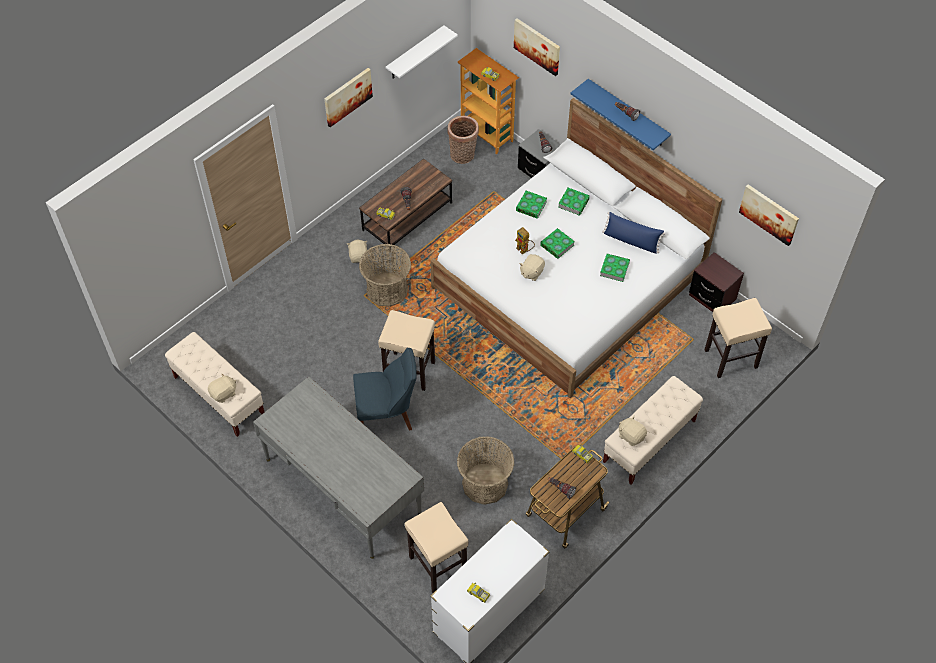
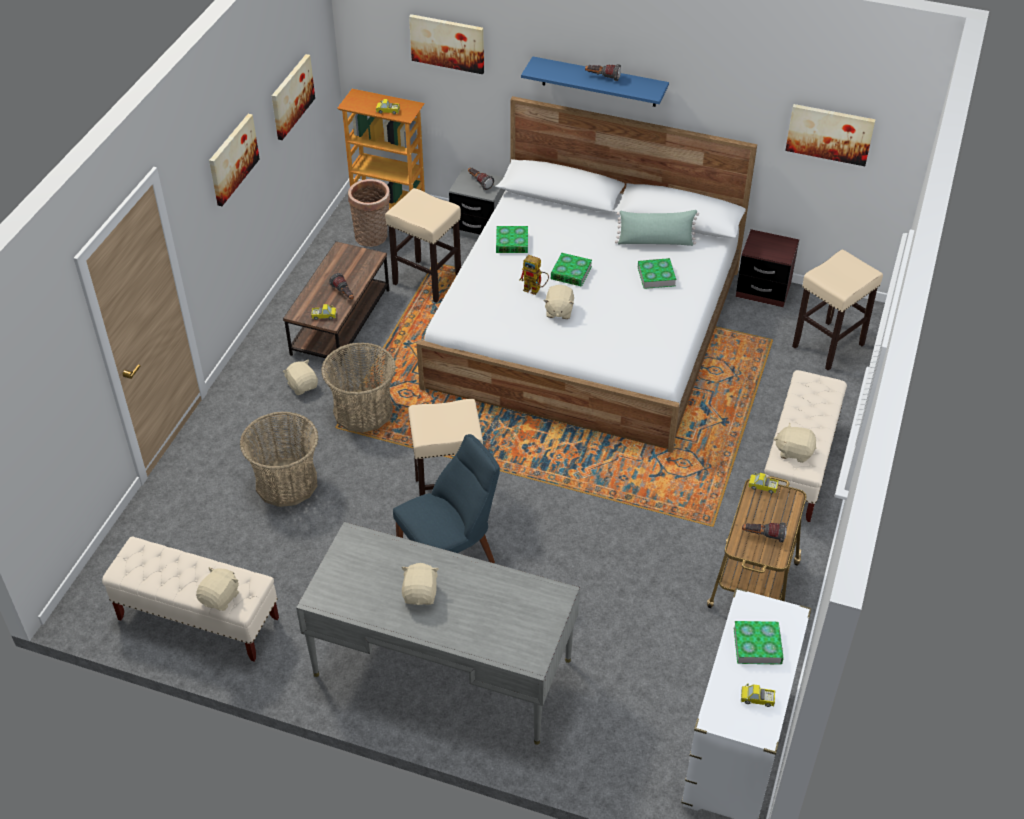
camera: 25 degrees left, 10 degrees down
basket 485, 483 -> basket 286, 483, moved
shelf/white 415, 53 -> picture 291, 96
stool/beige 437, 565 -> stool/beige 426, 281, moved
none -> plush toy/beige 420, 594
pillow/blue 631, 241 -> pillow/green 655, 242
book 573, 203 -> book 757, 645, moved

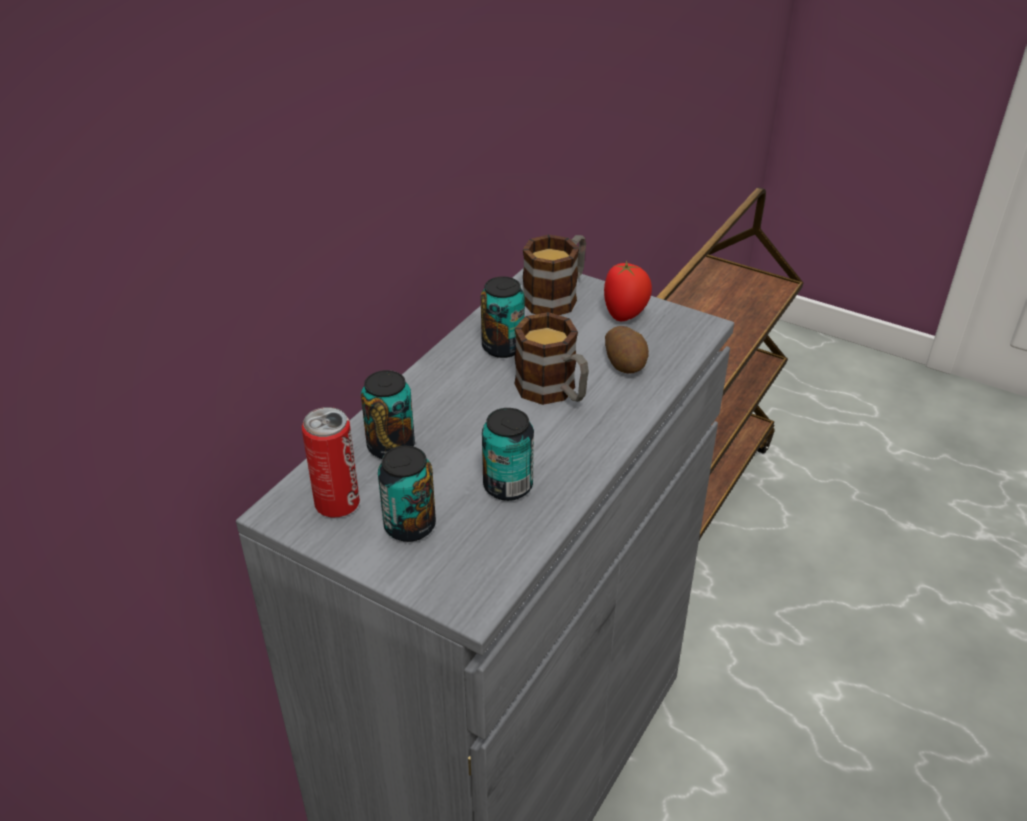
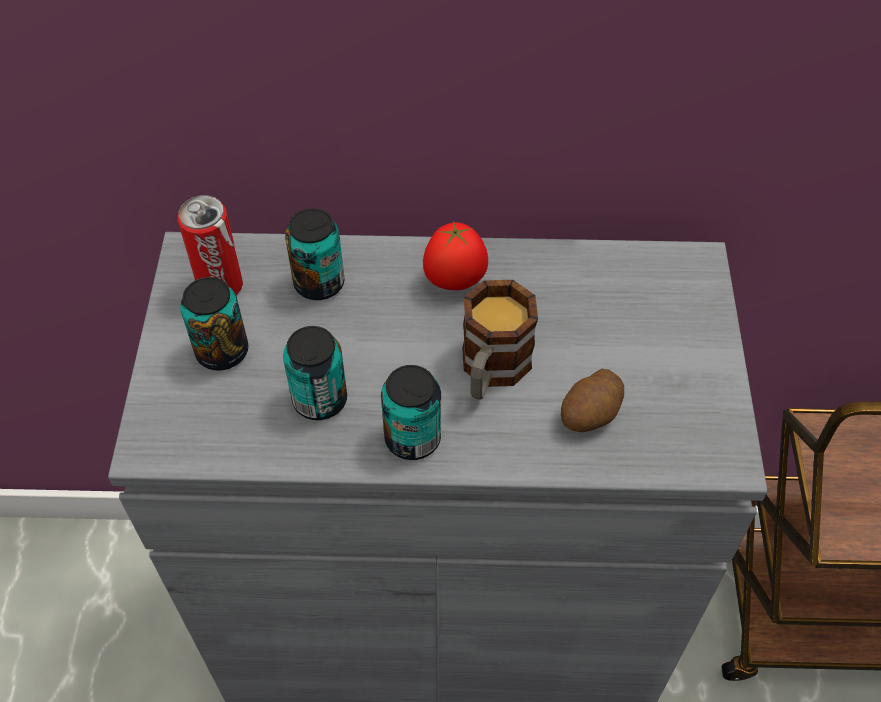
camera: 60 degrees right, 15 degrees up
can 503, 347 -> can 412, 438, moved
tomato 625, 315 -> tomato 455, 281, moved
mug 557, 296 -> none

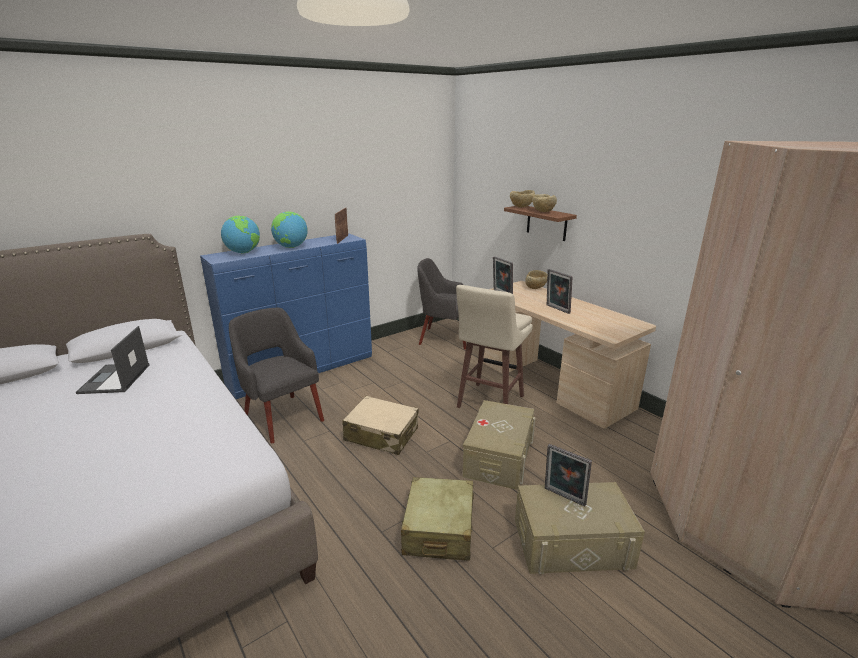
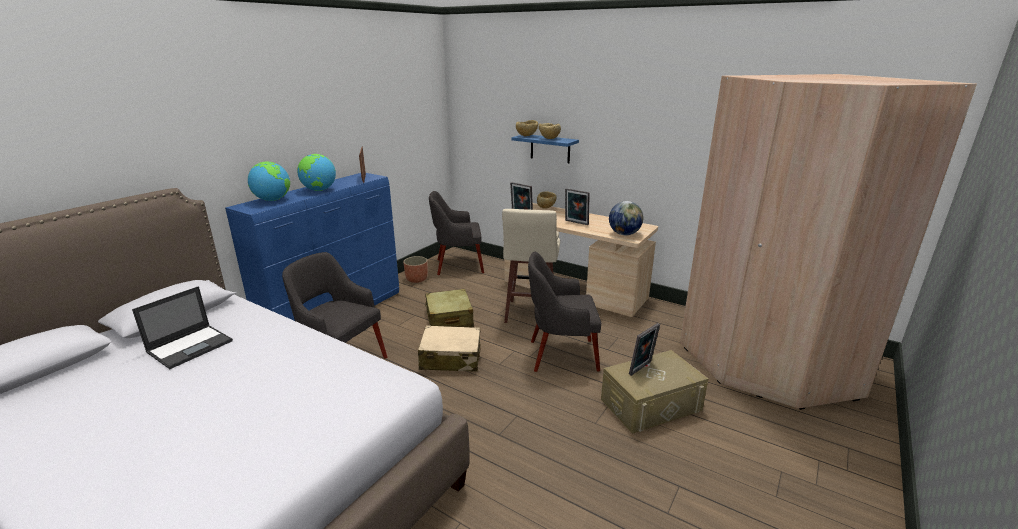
camera: 20 degrees left, 0 degrees up
laptop 115, 379 -> laptop 191, 346, 120 degrees counterclockwise
none -> planter 417, 279
suitcase/beige 439, 529 -> suitcase/beige 449, 319, moved
shelf/brown 546, 223 -> shelf/blue 550, 148
storage box/beige 498, 457 -> armchair/grey 561, 355
none -> globe 624, 234
picture frame 563, 498 -> picture frame 642, 369, 60 degrees counterclockwise

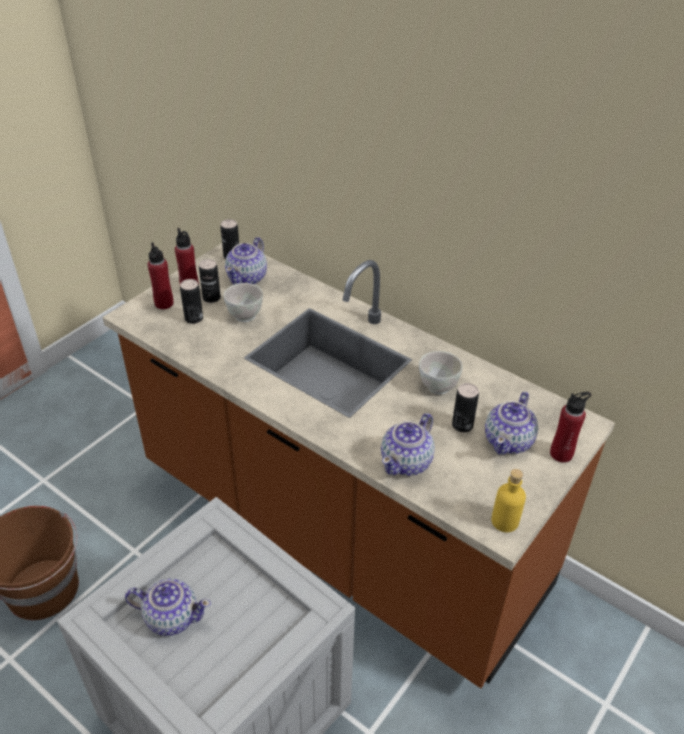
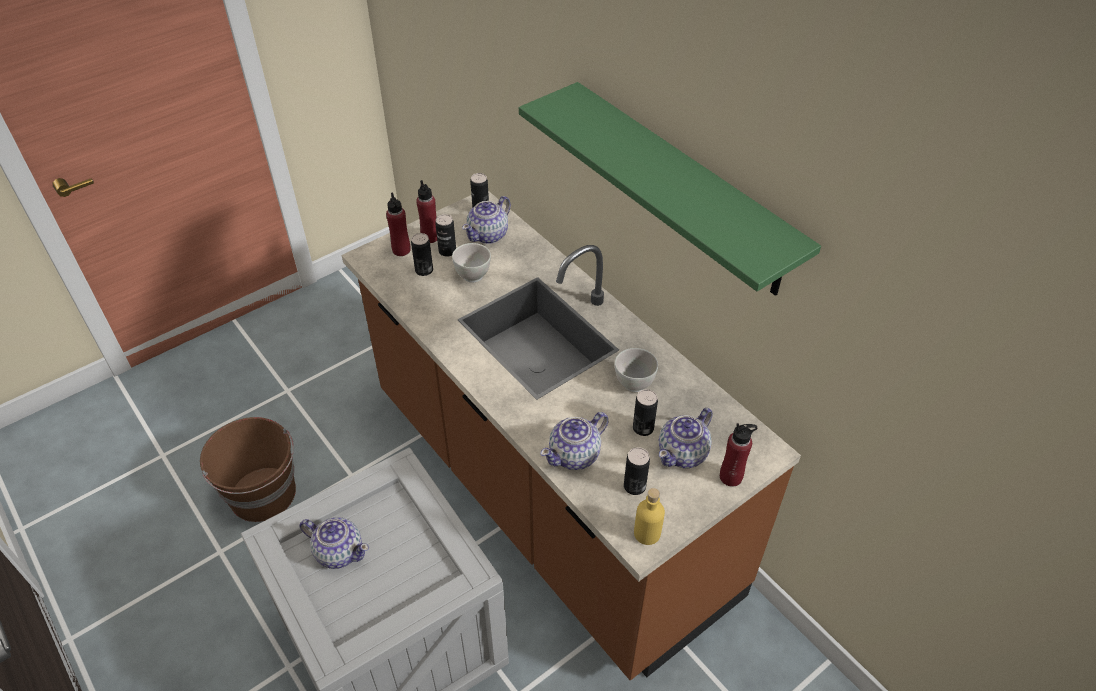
camera: 15 degrees right, 5 degrees up
none -> shelf/green 682, 189
none -> can 634, 486

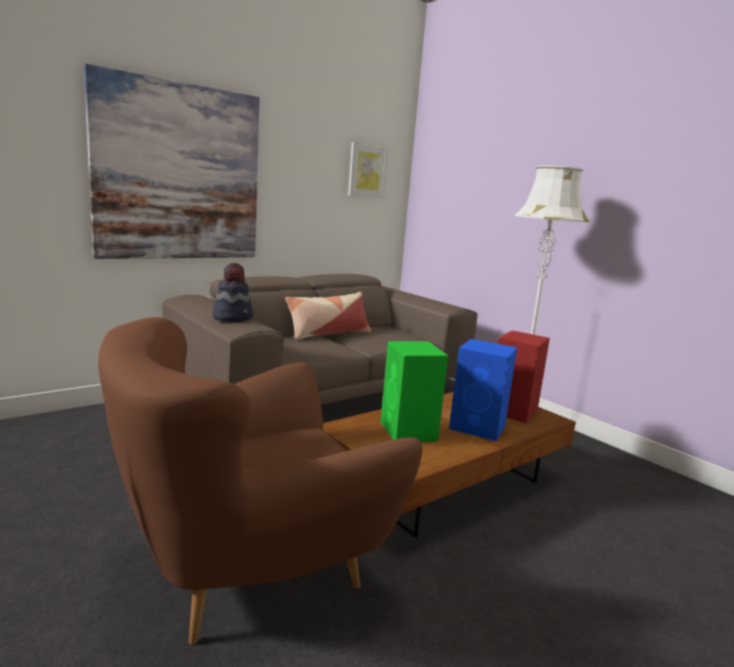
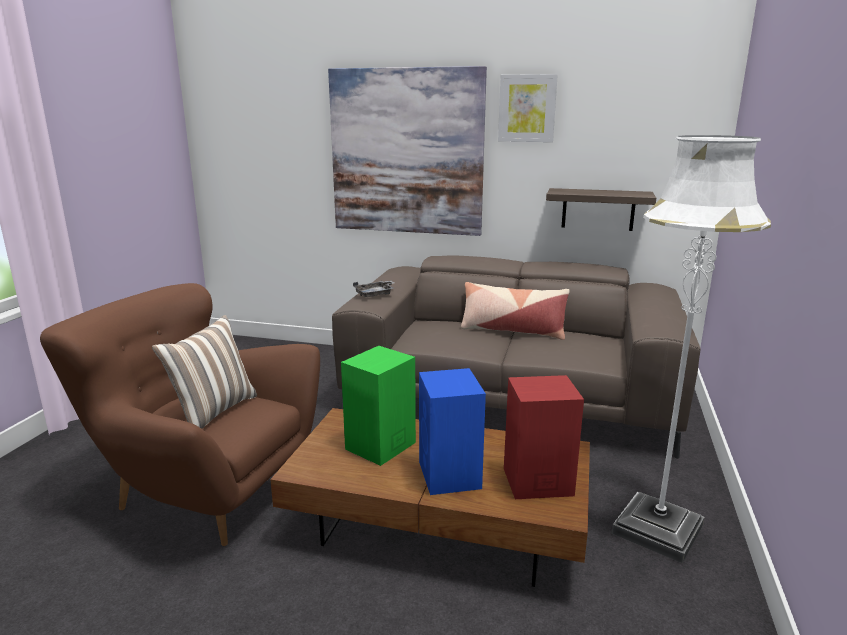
camera: 55 degrees right, 5 degrees up
none -> pillow 213, 412
hat 233, 317 -> tray/grey 375, 294
picture 366, 171 -> picture 527, 108, moved
none -> shelf 598, 209

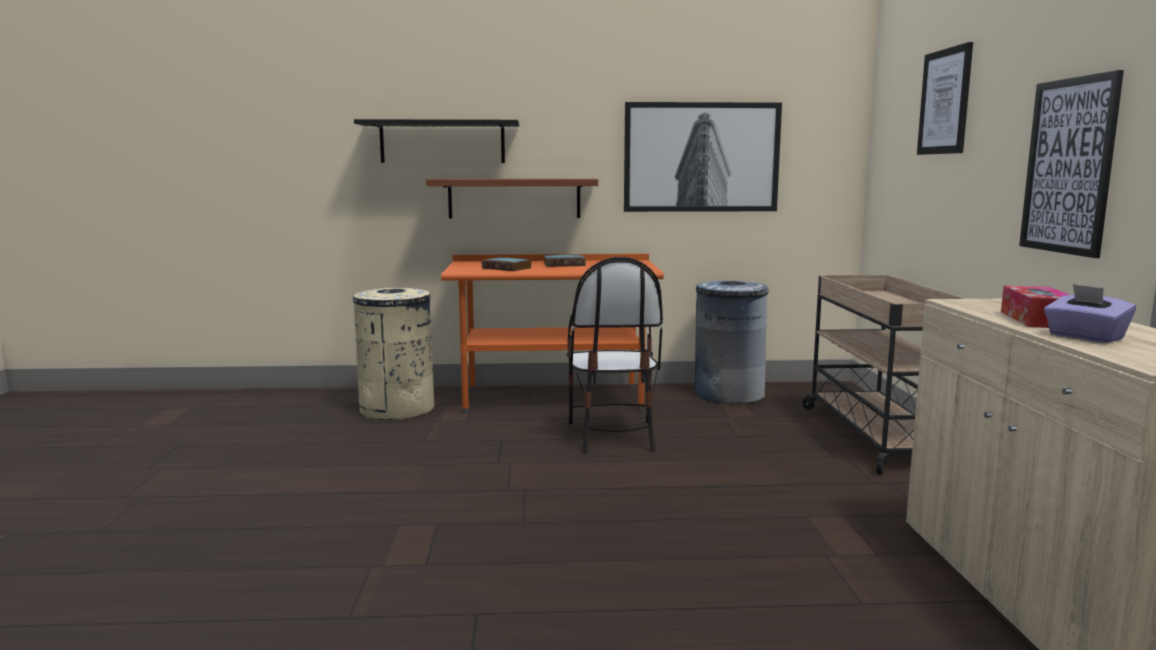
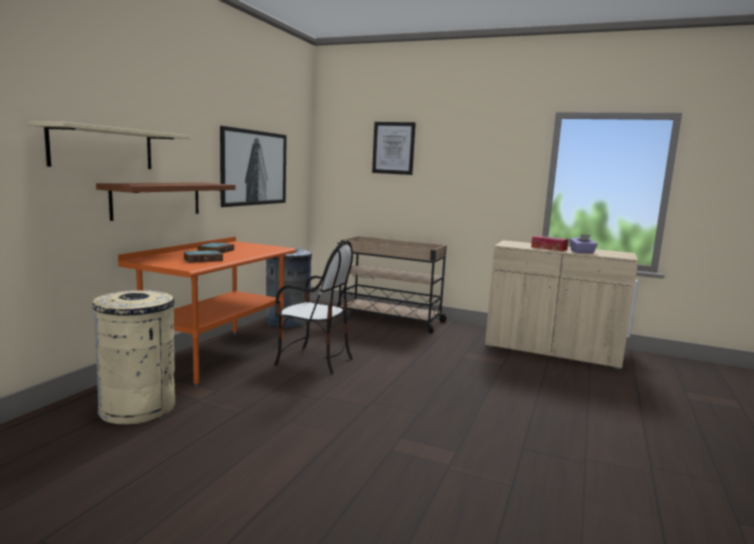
camera: 65 degrees left, 0 degrees up
shelf/black 442, 142 -> shelf/beige 103, 148
picture 1069, 166 -> none

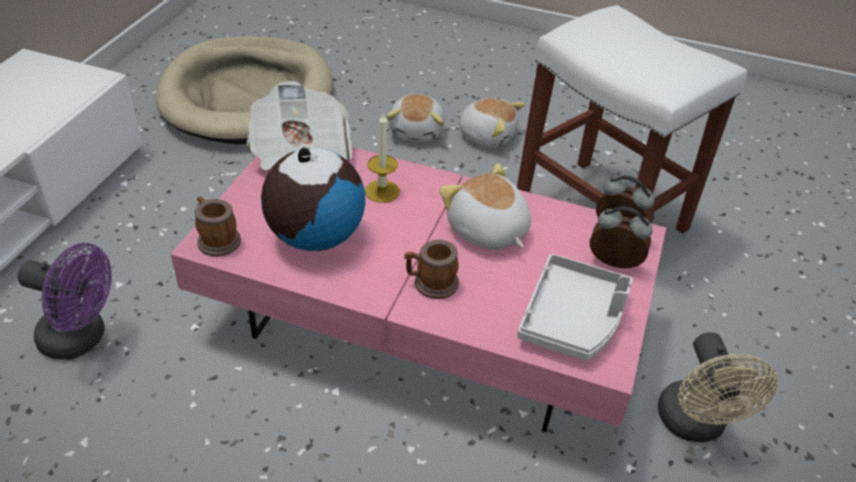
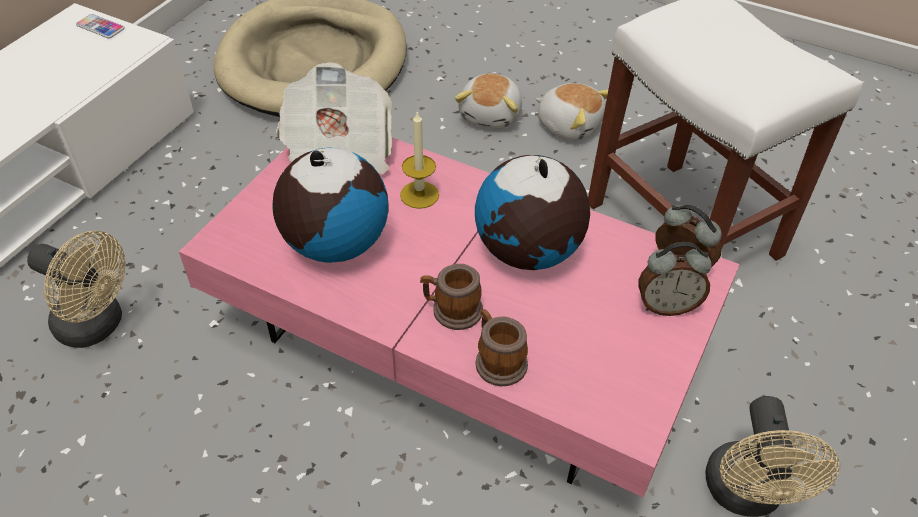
camera: 10 degrees right, 5 degrees up
fan/purple 82, 338 -> fan/beige 98, 326
none -> phone 100, 27
plush toy 487, 231 -> globe 527, 252
mug 216, 239 -> mug 497, 360, moved
alarm clock 613, 264 -> alarm clock 666, 305, 150 degrees clockwise
tray/grey 573, 319 -> none

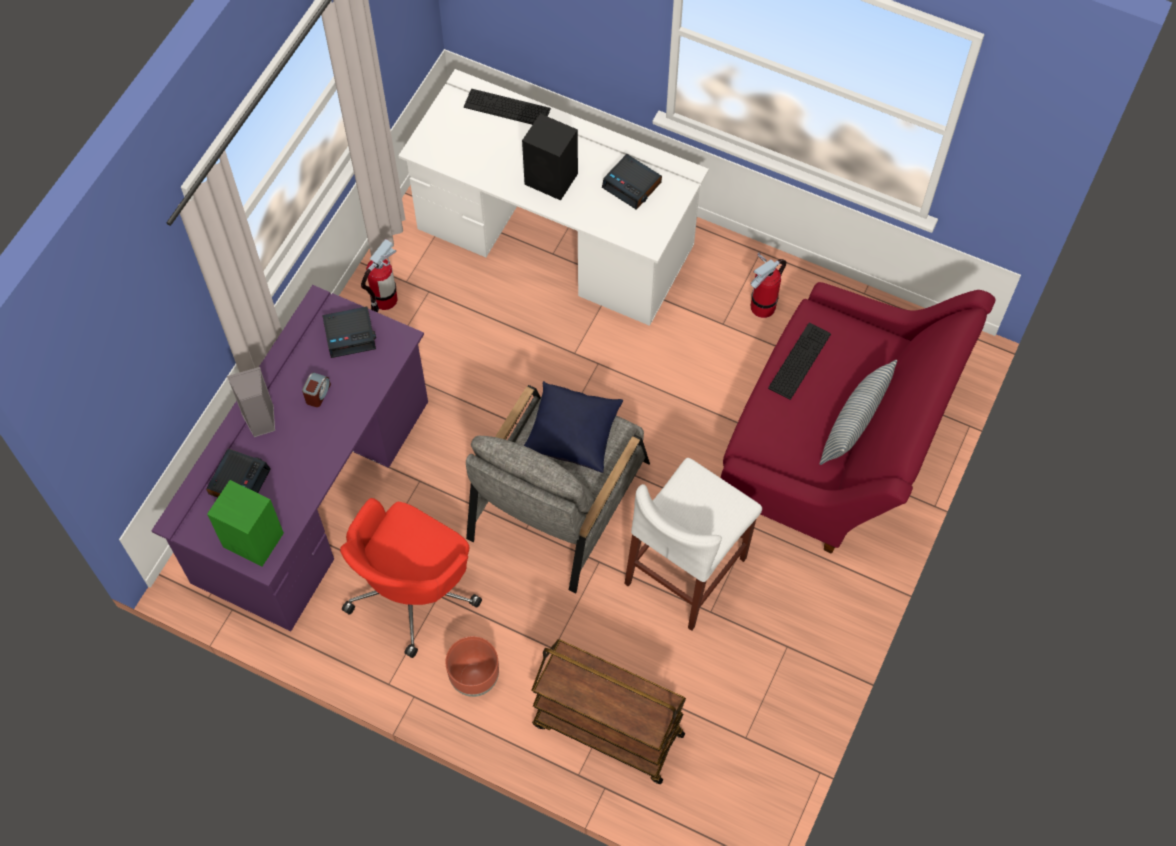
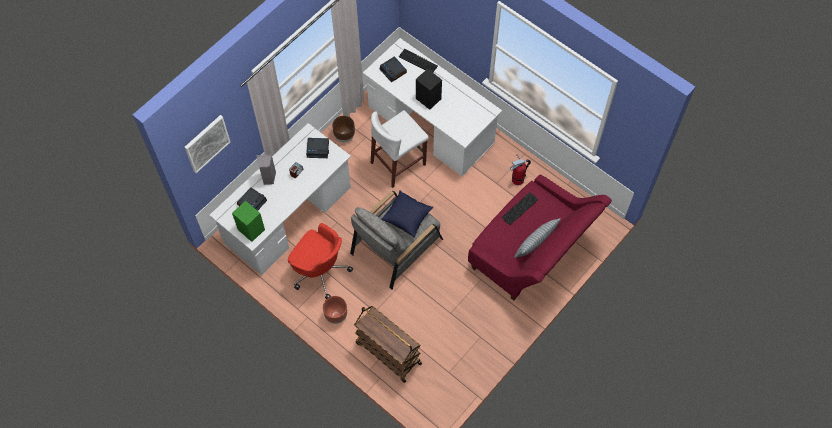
camera: 15 degrees right, 0 degrees up
none -> picture 206, 143
desk/purple 312, 491 -> desk/white 288, 215
office chair/red 413, 591 -> office chair/red 320, 270, 105 degrees counterclockwise
fire extinguisher 384, 299 -> planter/brown 344, 136
stool/white 686, 571 -> stool/white 398, 163, moved
alarm clock 632, 185 -> alarm clock 393, 71, moved

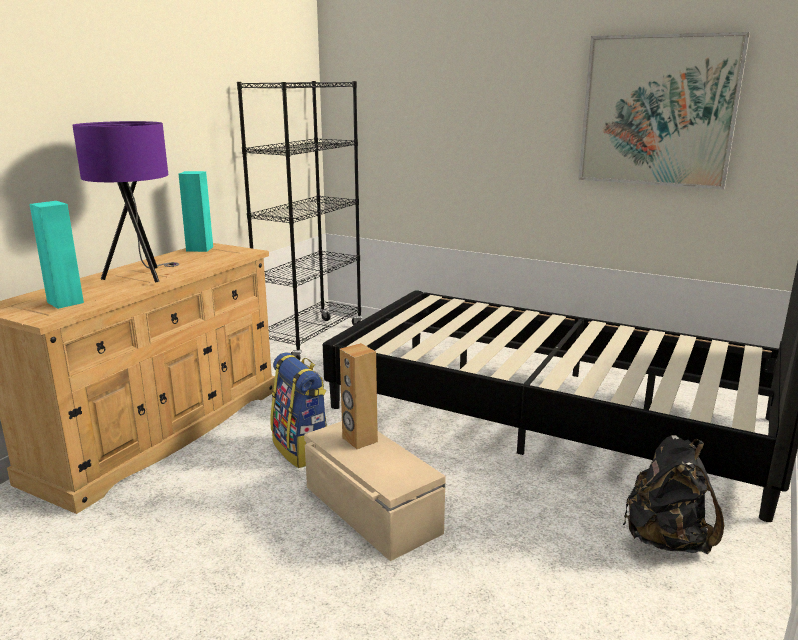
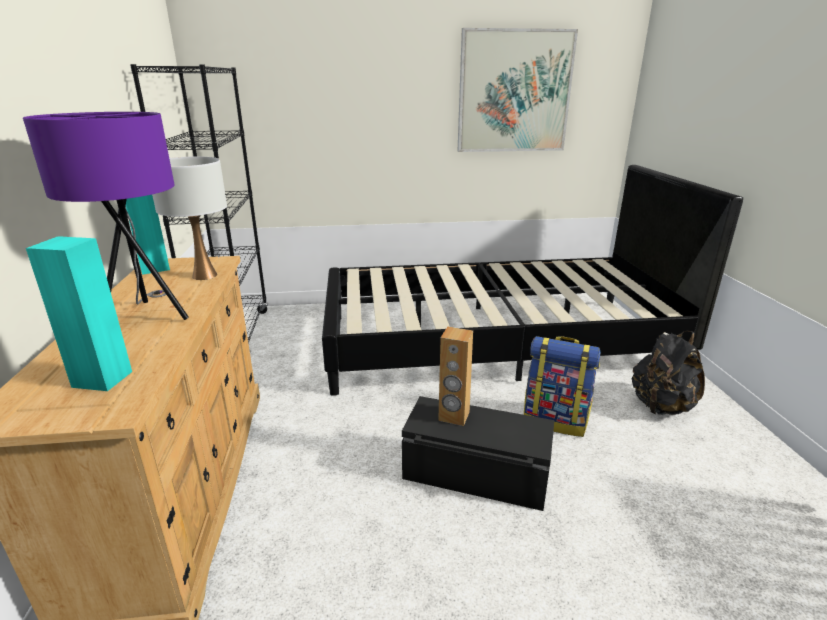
camera: 35 degrees left, 5 degrees up
none -> table lamp/white 204, 275
storage box/beige 370, 510 -> storage box/black 475, 474
backpack 302, 449 -> backpack 555, 420, moved

